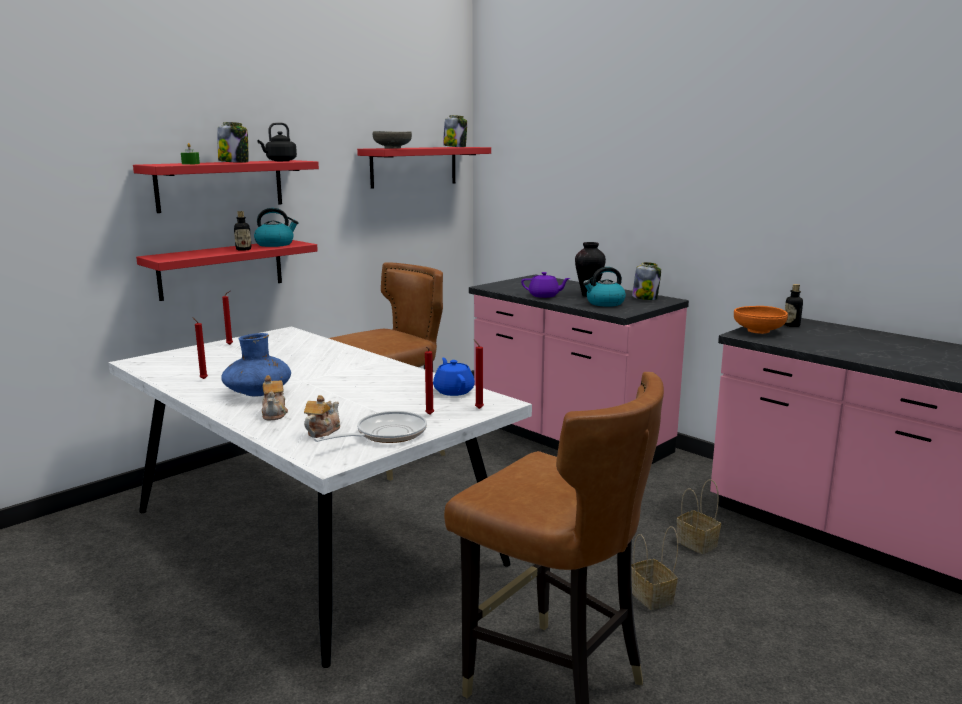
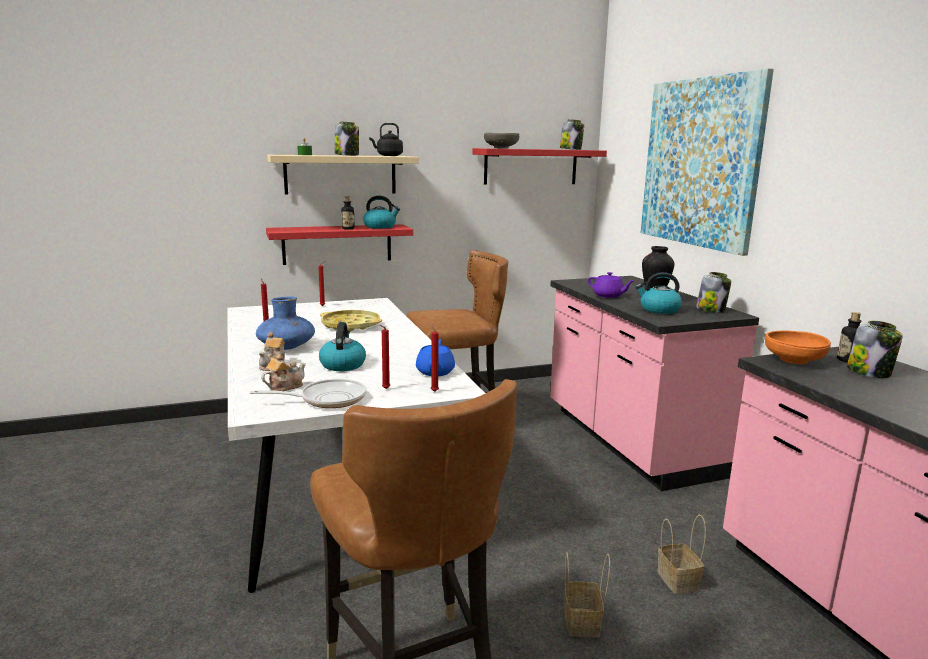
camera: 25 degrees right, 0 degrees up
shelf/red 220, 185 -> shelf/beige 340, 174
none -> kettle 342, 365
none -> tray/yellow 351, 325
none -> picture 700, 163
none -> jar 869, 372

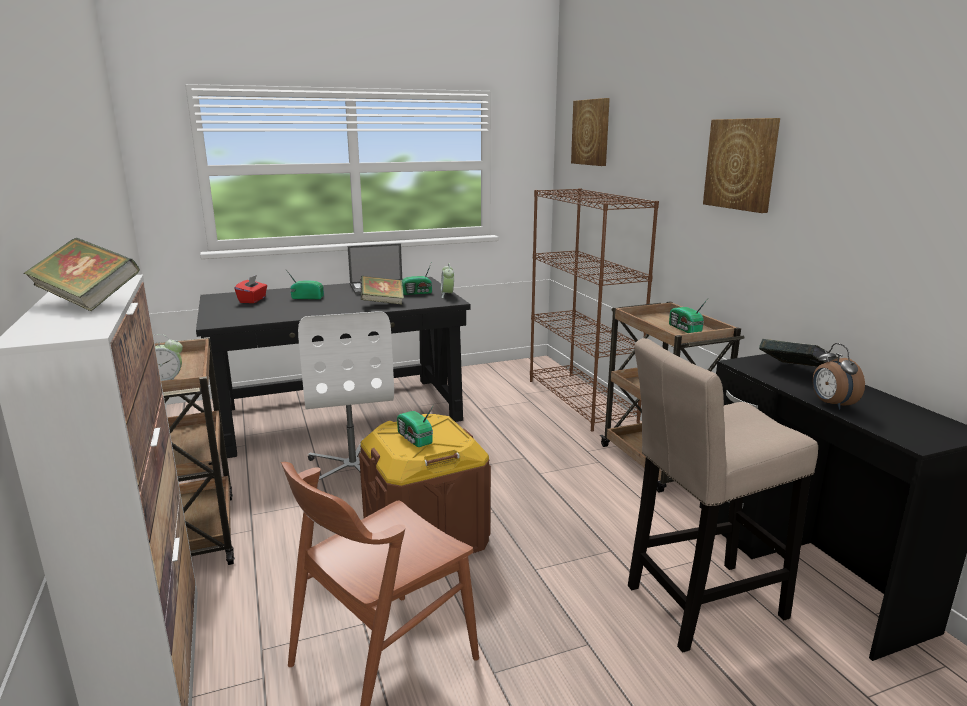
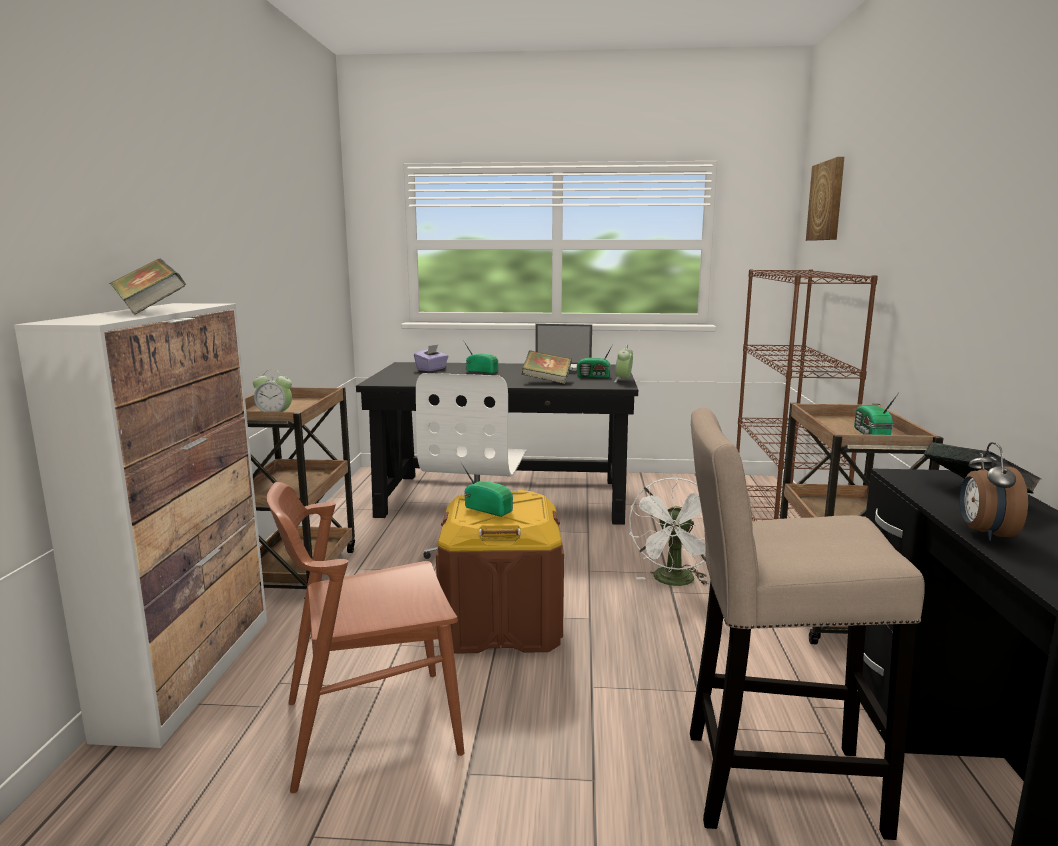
camera: 25 degrees right, 5 degrees down
tissue box/red 253, 300 -> tissue box/purple 432, 369
radio 414, 439 -> radio 488, 509, 135 degrees clockwise
none -> fan/white 674, 582
picture 741, 164 -> none

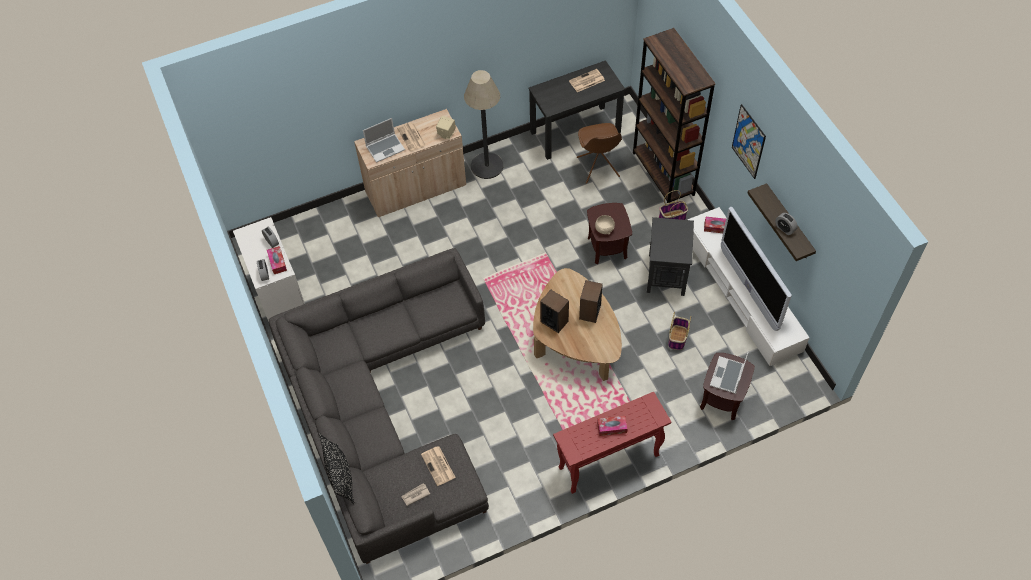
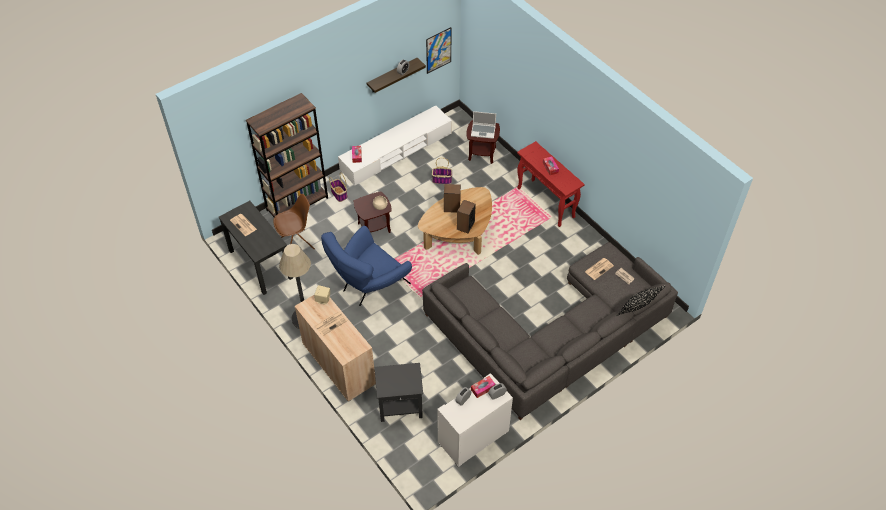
camera: 105 degrees left, 5 degrees down
none -> armchair/blue 368, 285
side table/black 666, 274 -> side table/black 401, 405, moved
picture 748, 141 -> picture 438, 50, moved
laptop 385, 148 -> none
television 748, 289 -> none

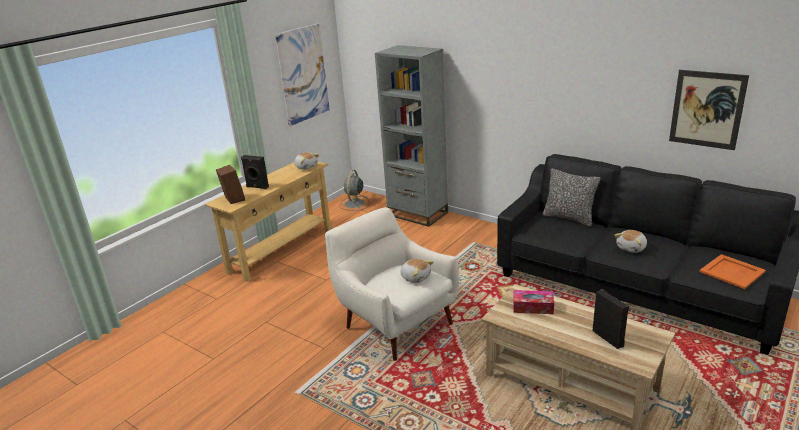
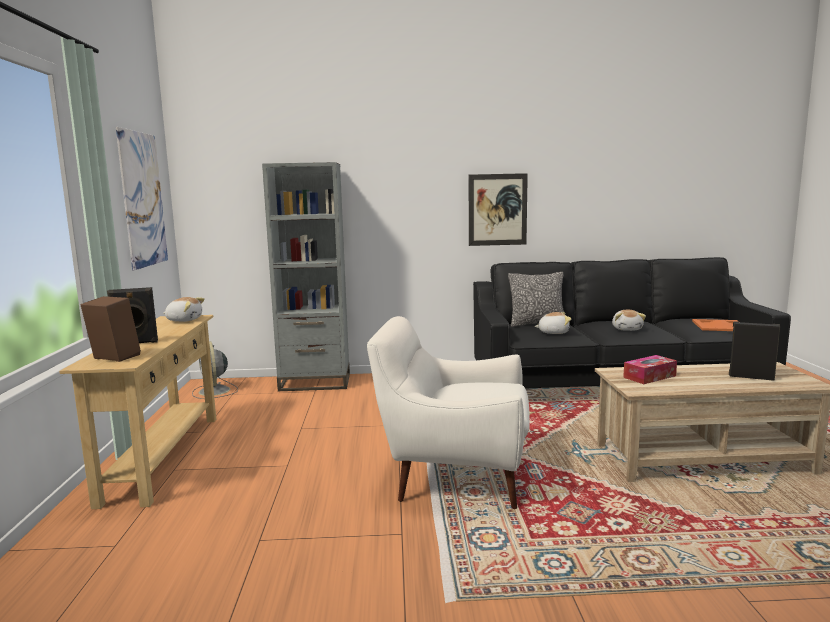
camera: 40 degrees left, 15 degrees down
picture 707, 109 -> picture 497, 209, moved
plush toy 415, 277 -> plush toy 553, 332, moved

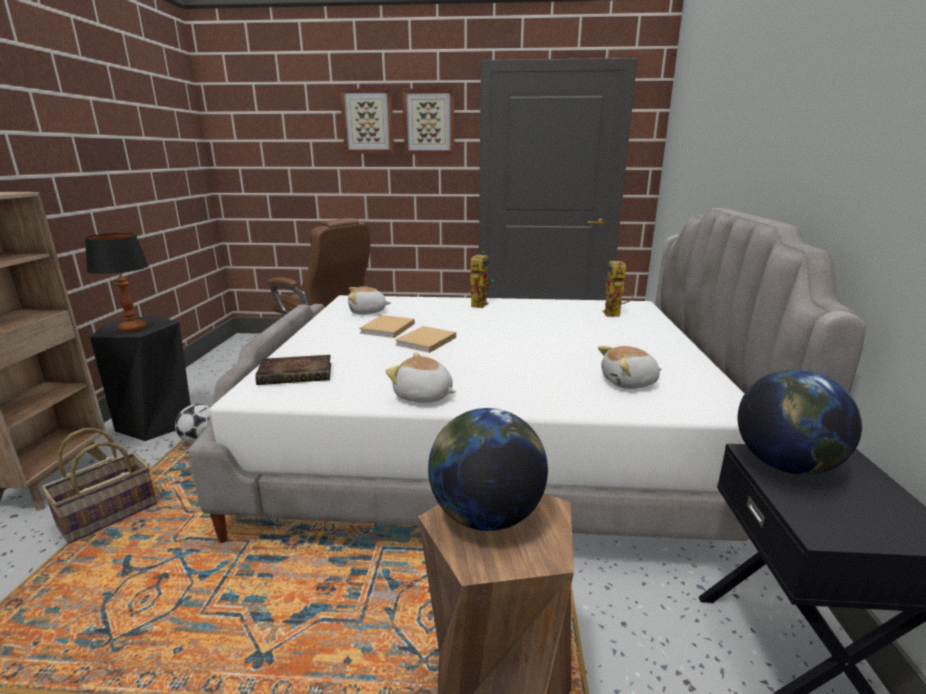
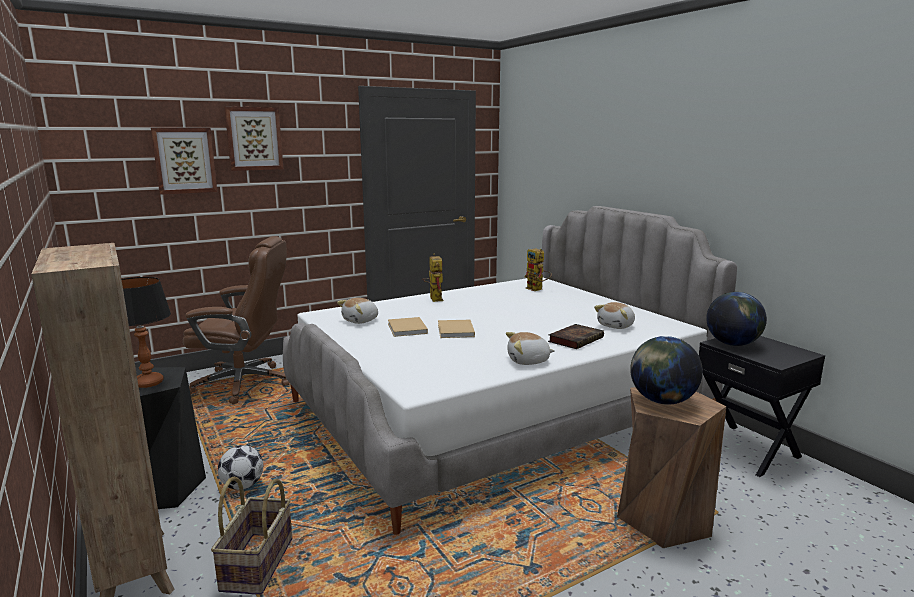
camera: 35 degrees left, 5 degrees down
picture 429, 122 -> picture 184, 160, moved
book 298, 374 -> book 576, 339, moved

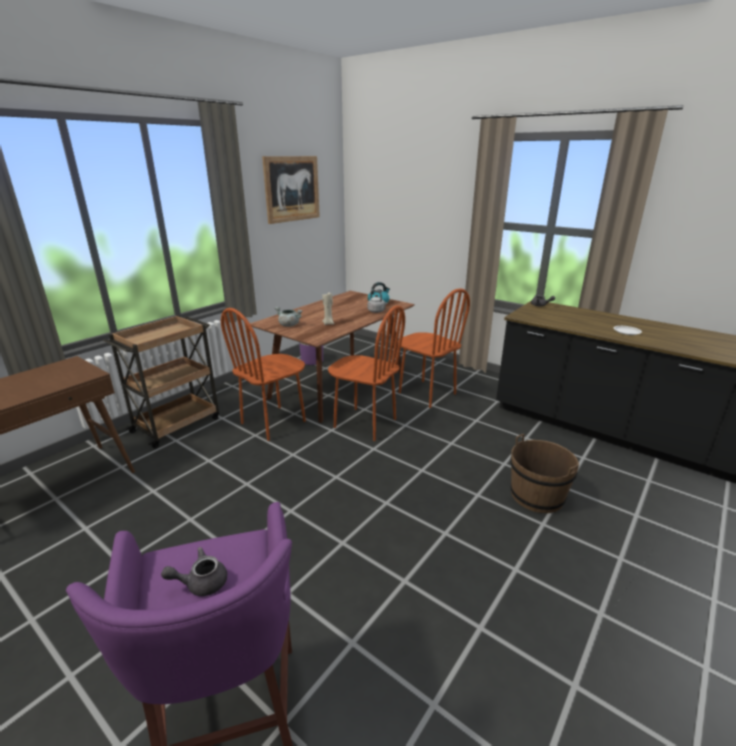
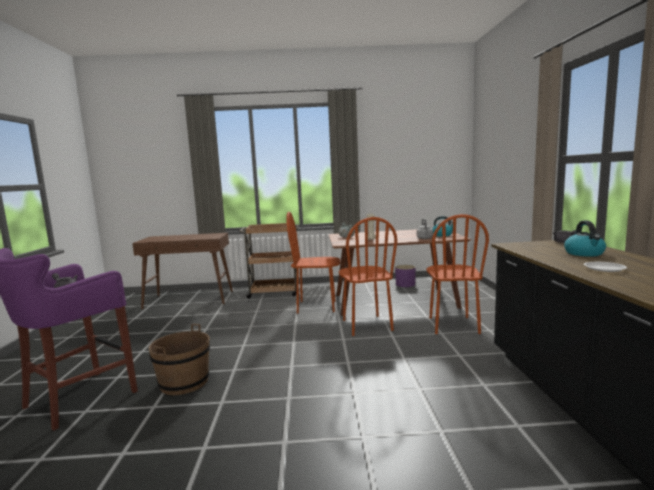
camera: 50 degrees right, 15 degrees down
bucket/brown 536, 496 -> bucket/brown 184, 382, moved
none -> kettle 584, 253
picture 292, 189 -> none

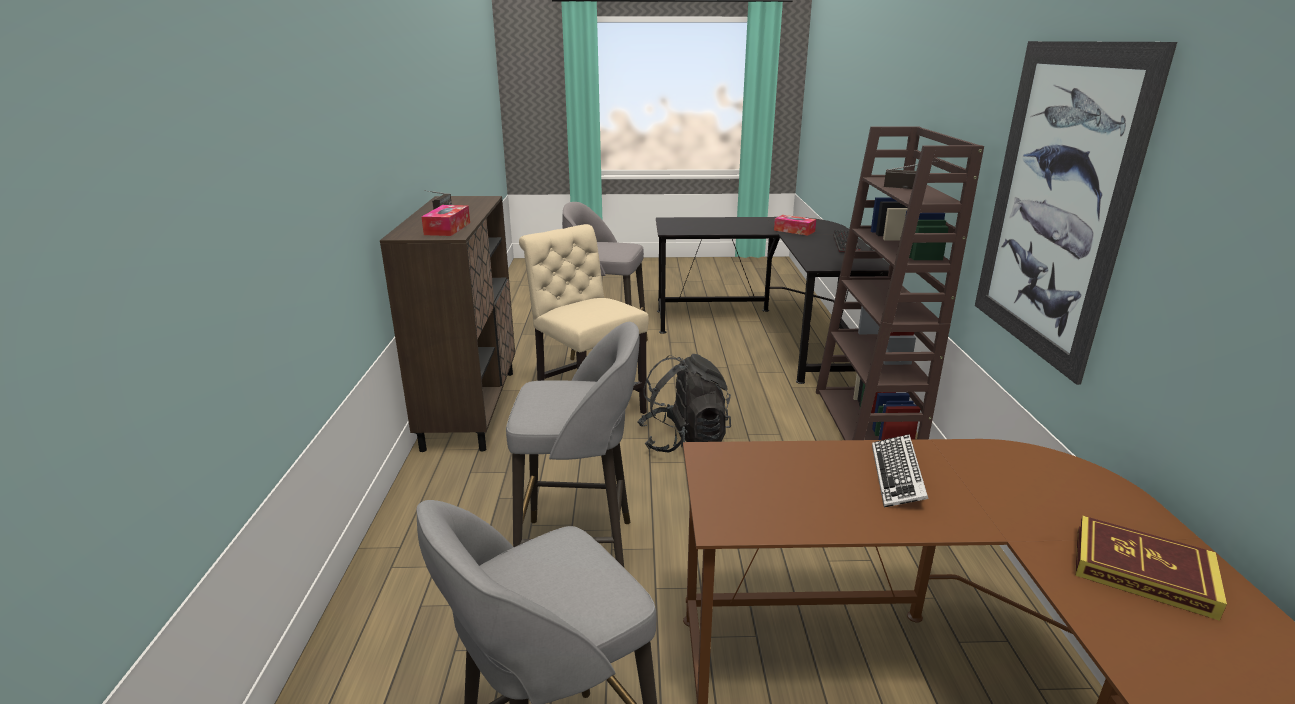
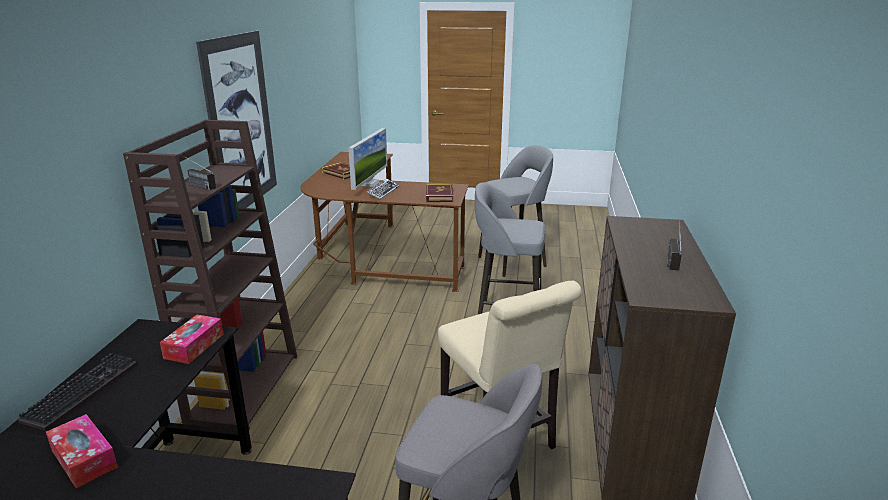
camera: 170 degrees left, 0 degrees up
tissue box 447, 228 -> tissue box 194, 346, moved
none -> monitor 369, 183
none -> book 439, 195
backpack/black 684, 439 -> none

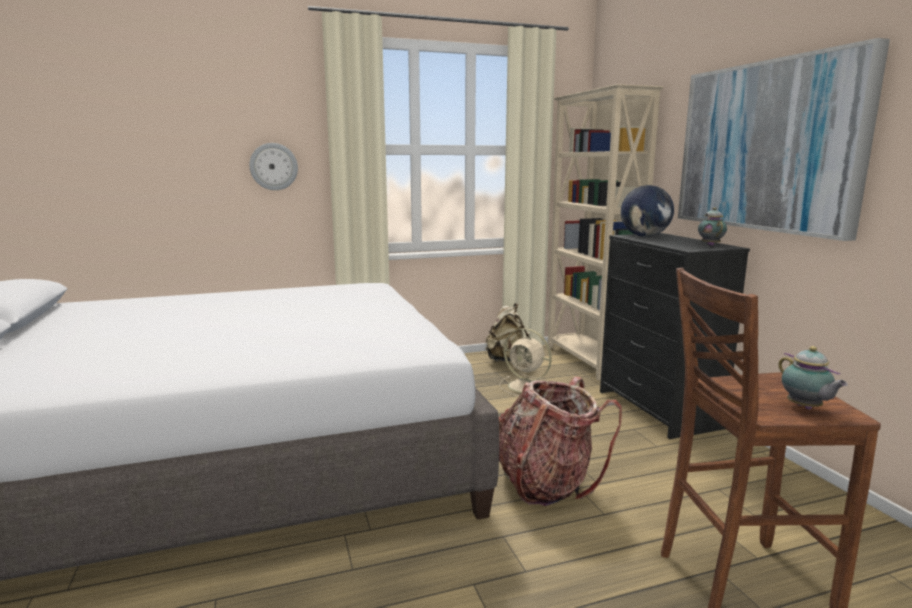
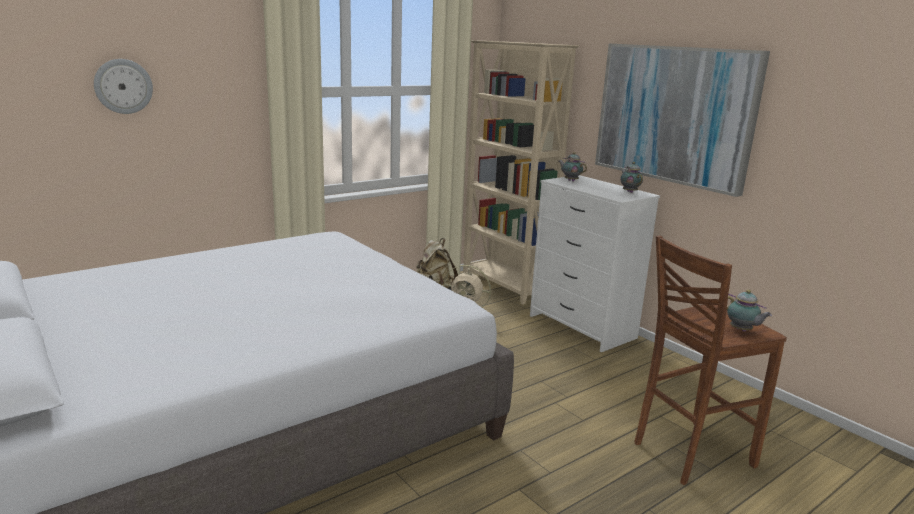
camera: 20 degrees left, 5 degrees up
wall clock 273, 166 -> wall clock 123, 86, moved
dresser/black 657, 409 -> dresser/white 581, 327
globe 645, 236 -> teapot 570, 180
backpack 546, 483 -> none

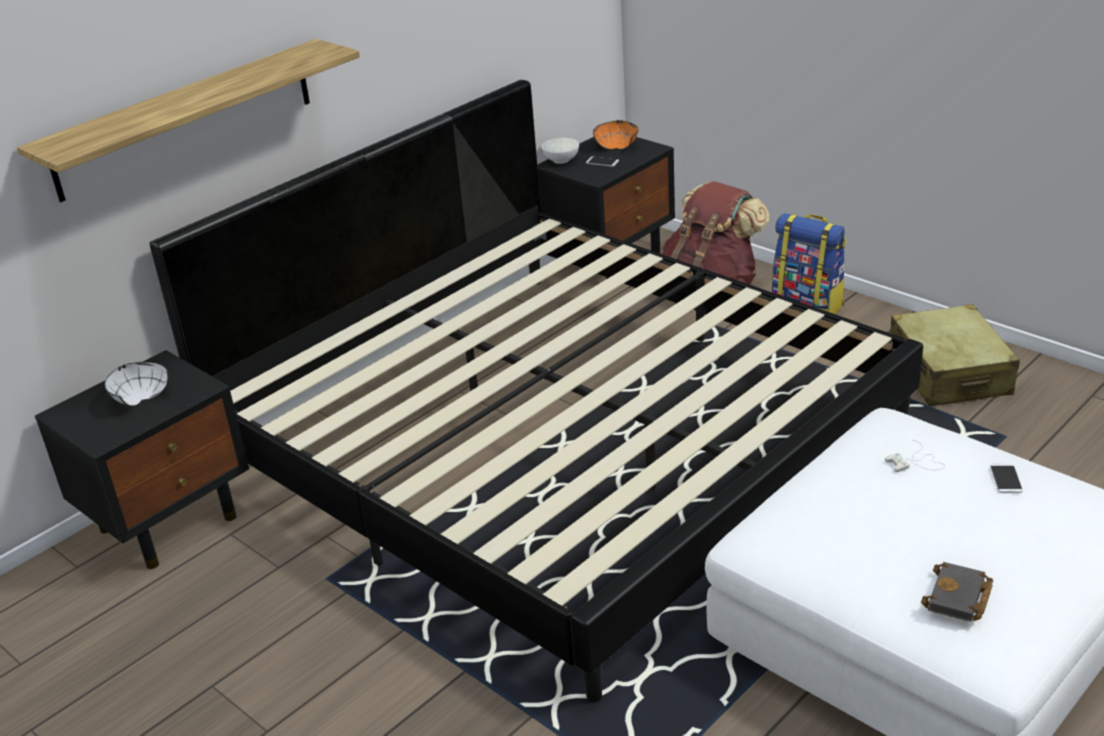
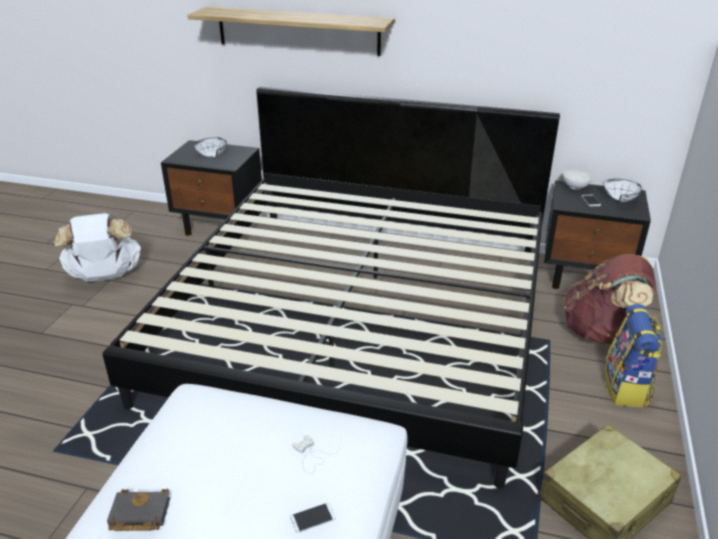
camera: 60 degrees right, 0 degrees up
none -> backpack/white 105, 276
bowl/orange 616, 146 -> bowl/white 622, 199

